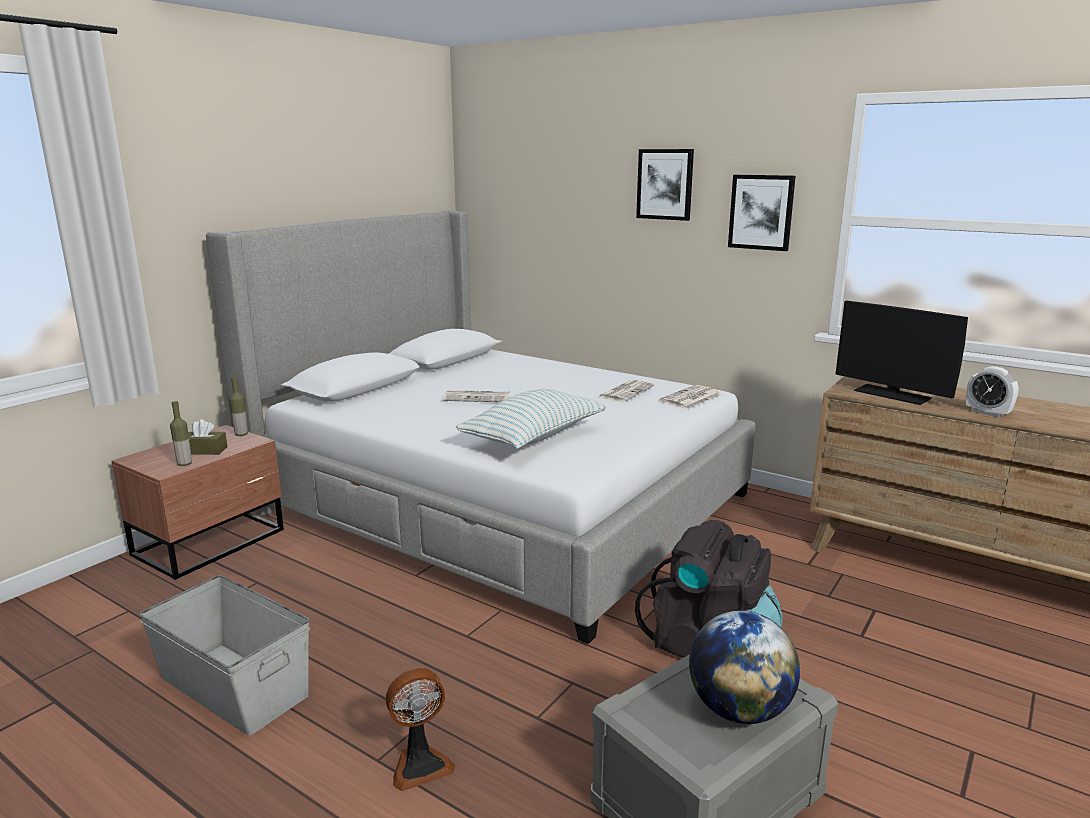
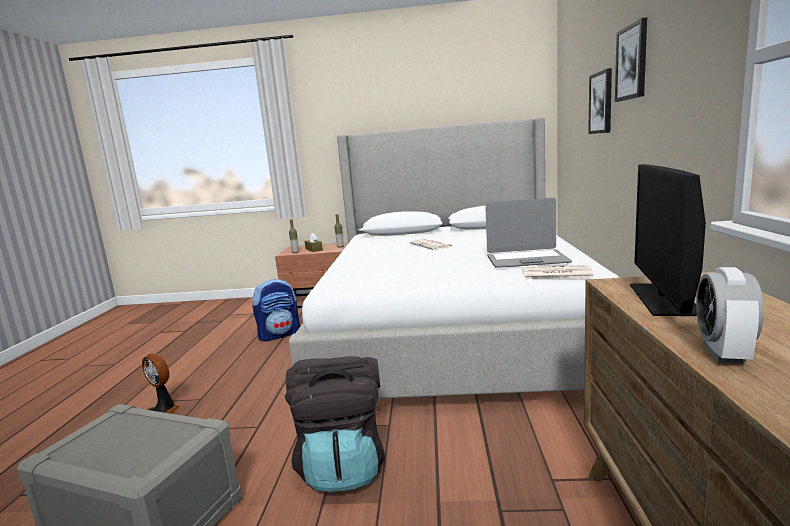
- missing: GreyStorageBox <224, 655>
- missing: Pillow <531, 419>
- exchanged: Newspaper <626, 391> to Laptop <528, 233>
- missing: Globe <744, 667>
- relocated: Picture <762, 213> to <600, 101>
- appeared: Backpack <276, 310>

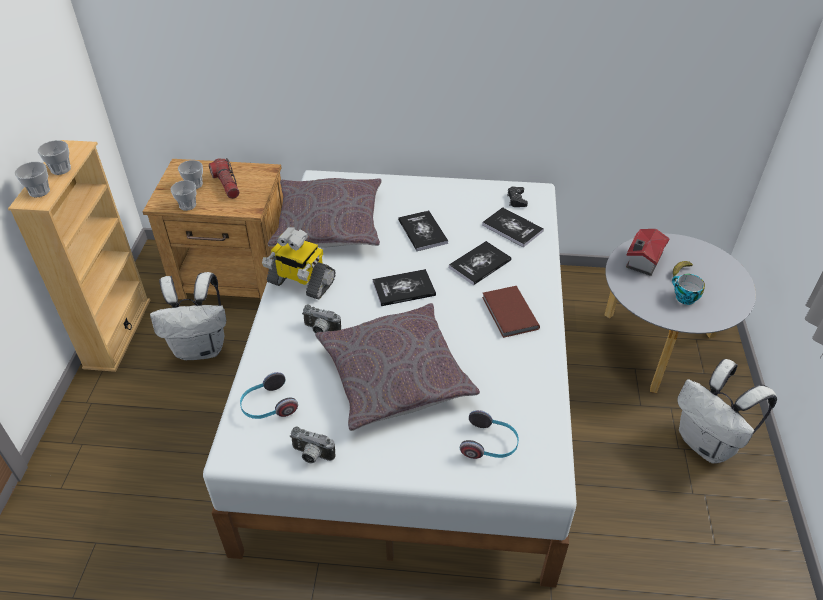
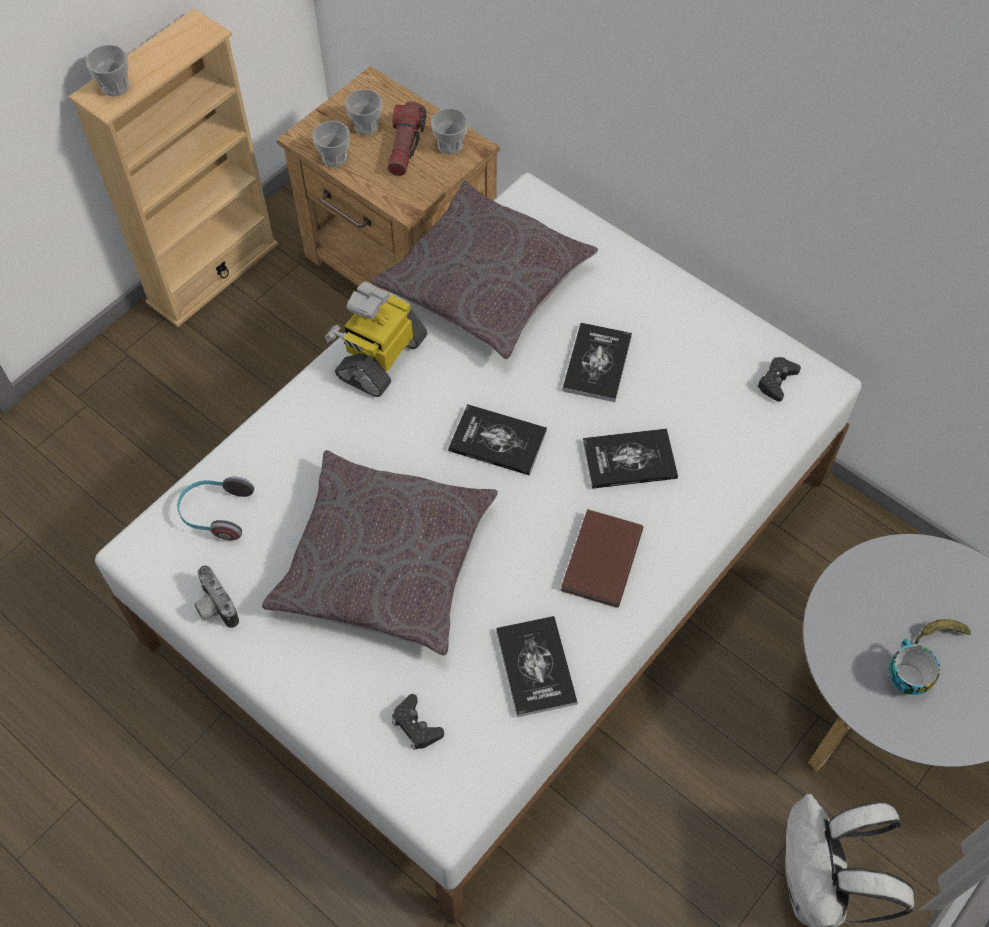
- relocated: Cup <54, 157> to <449, 131>
- missing: WhiteBackpack <188, 316>
- spun: ToyRobot <299, 263> = <376, 339> 60 degrees clockwise
- missing: PhotoCamera <321, 319>
- exchanged: Headphones <489, 434> to BlackGameController <418, 722>
- relocated: Book <513, 227> to <537, 666>
- missing: ToyHouse <648, 252>

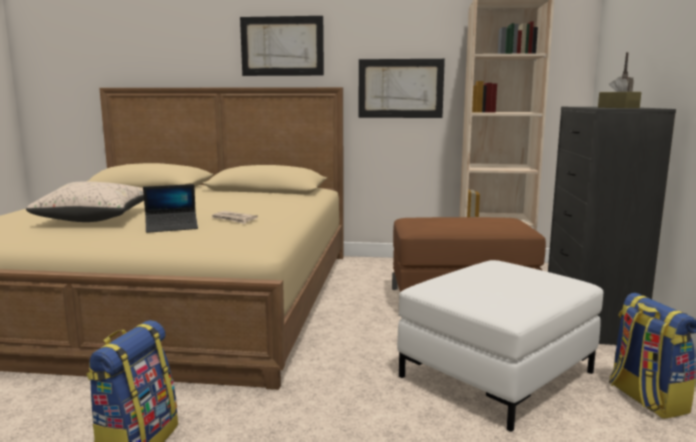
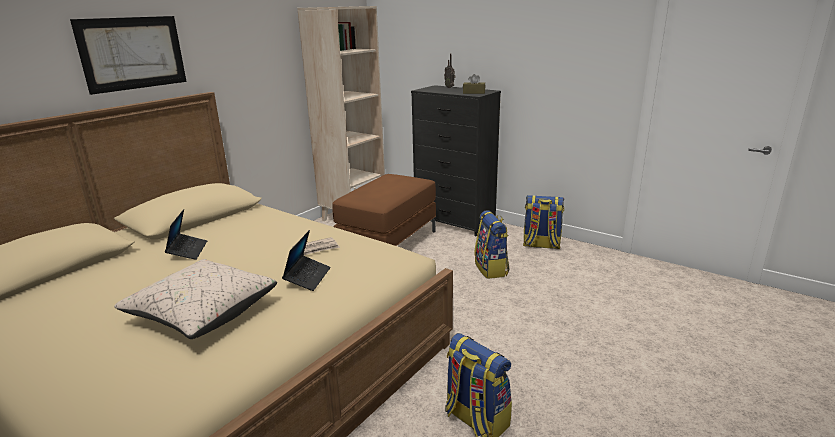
- missing: Picture <401, 88>
- exchanged: WhiteOttoman <500, 346> to Backpack <491, 244>
- appeared: Laptop <186, 234>

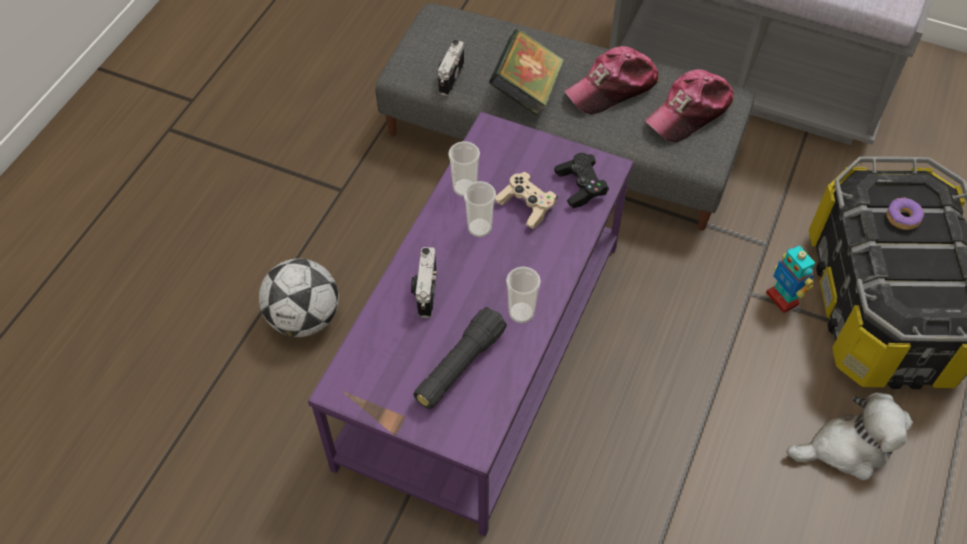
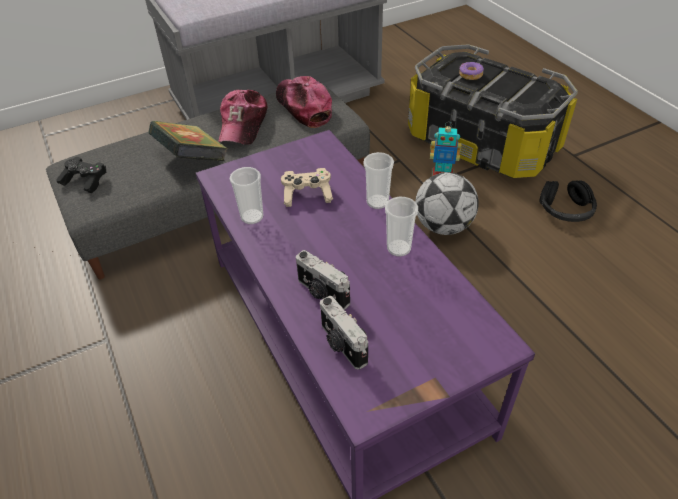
- relocated: Football <299, 298> to <447, 203>
- missing: BlackFlashlight <460, 358>
- relocated: PhotoCamera <451, 68> to <344, 333>
- relocated: Cup <480, 209> to <378, 180>
- relocated: BlackGameController <581, 180> to <81, 175>
- spun: Cap <689, 105> = <304, 102> 150 degrees clockwise
- exchanged: PlushToy <849, 436> to BlackHeadphones <568, 201>

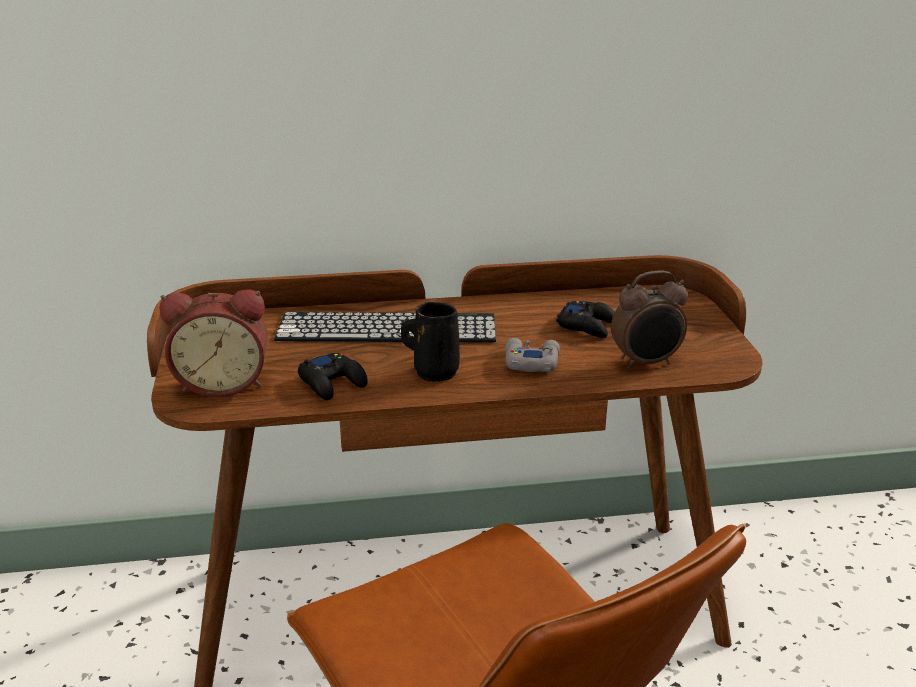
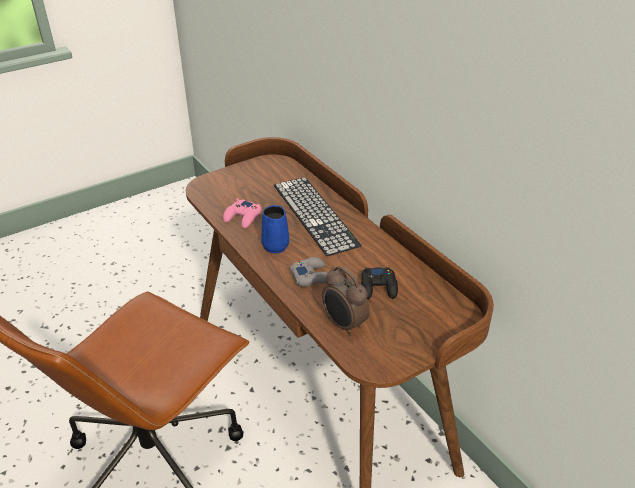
- missing: AlarmClock <213, 343>
- colour: BlackGameController <333, 376> to PinkGameController <242, 213>
- colour: BlackMug <430, 342> to BlueMug <275, 229>

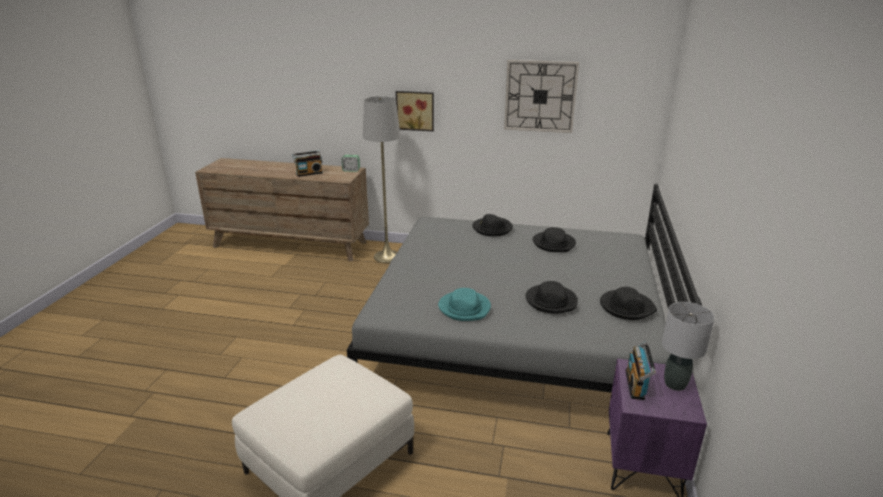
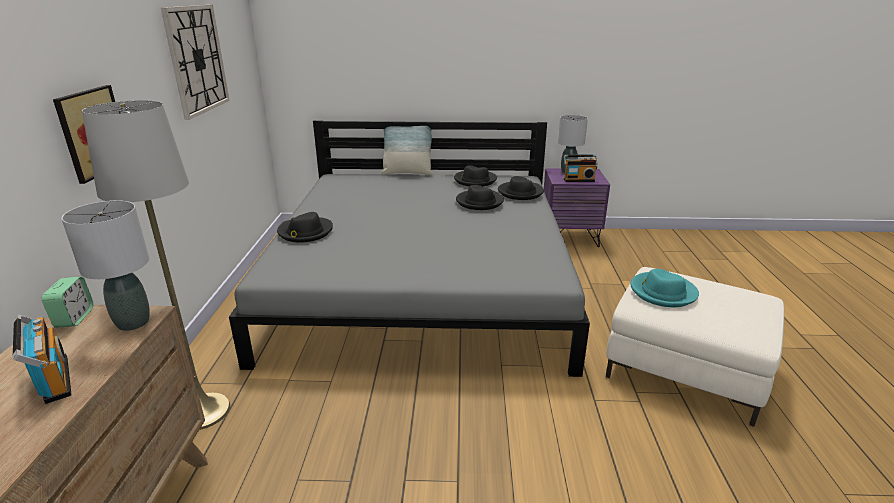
- relocated: TurquoiseHat <464, 304> to <664, 288>
- relocated: BlackHat <554, 239> to <521, 188>
- appeared: GreyTableLamp <106, 265>
- appeared: Pillow <407, 150>

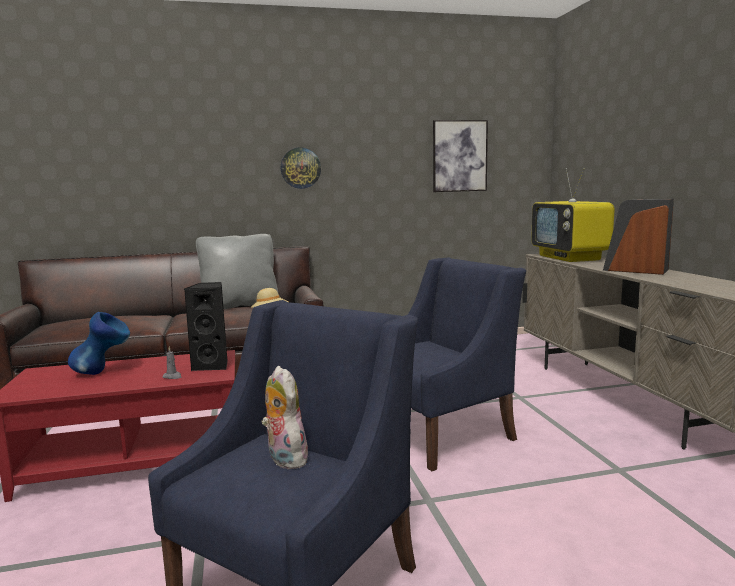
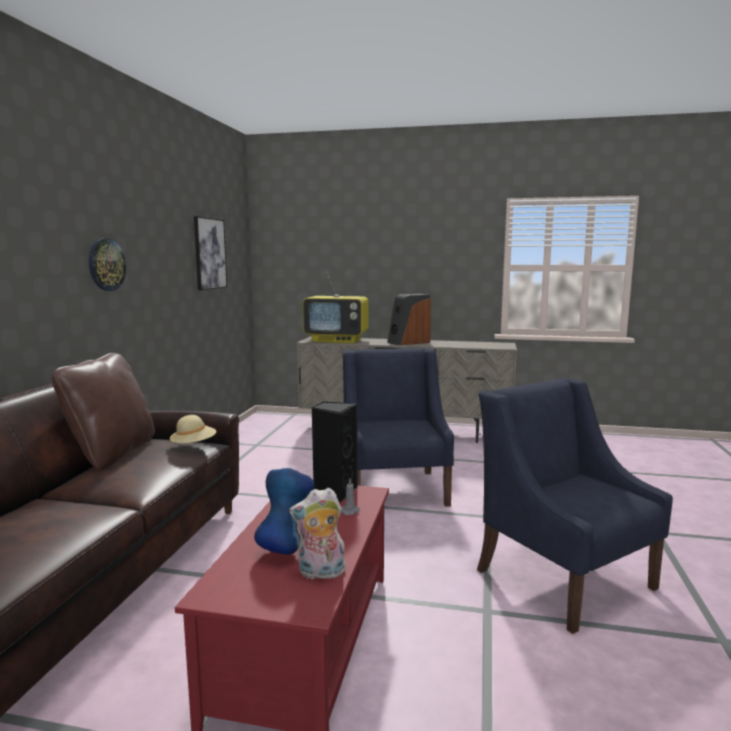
- colour: GreyPillow <237, 271> to BrownPillow <103, 412>
- relocated: PlushToy <285, 417> to <317, 533>

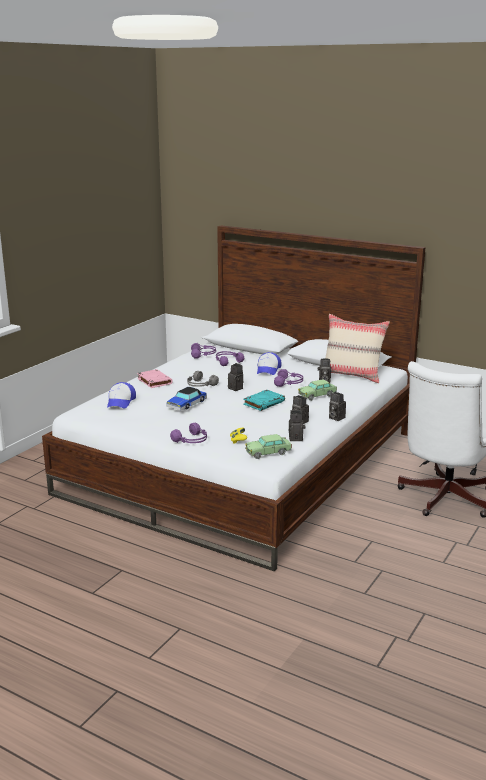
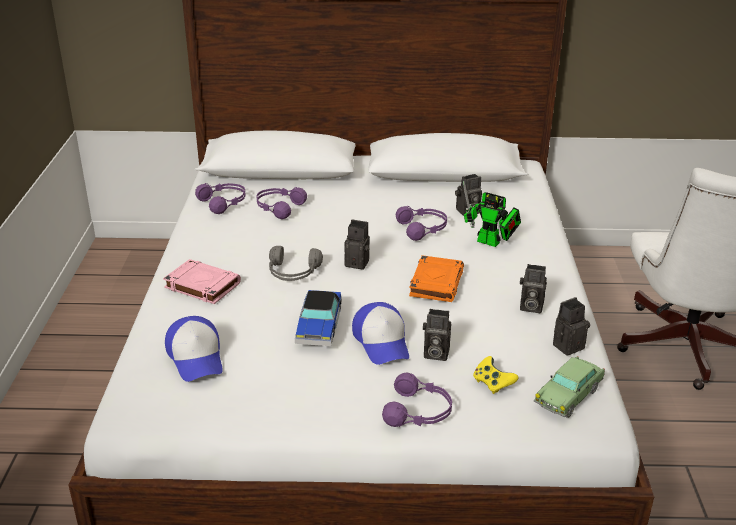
- colour: TurquoiseBook <264, 400> to OrangeBook <436, 278>
- relocated: Cap <269, 363> to <380, 333>
- exchanged: ToyCar <317, 390> to ToyRobot <492, 214>
- missing: BeigePillow <358, 348>
- relocated: PhotoCamera <337, 406> to <437, 335>

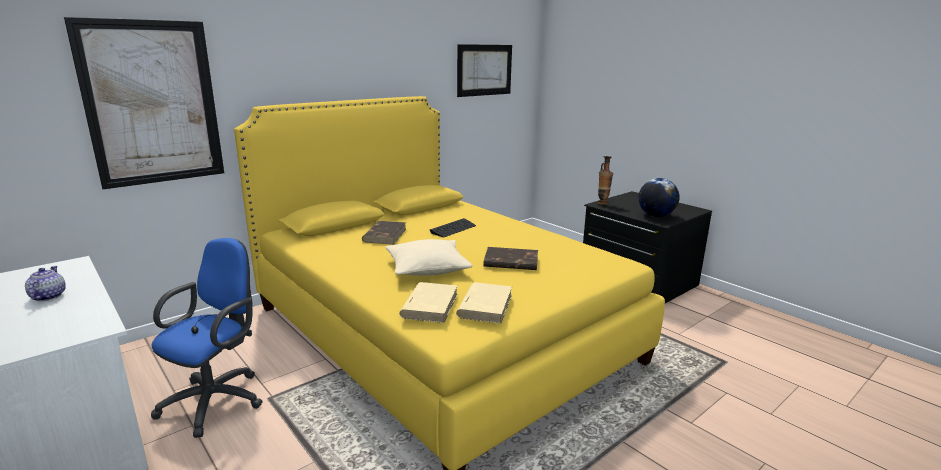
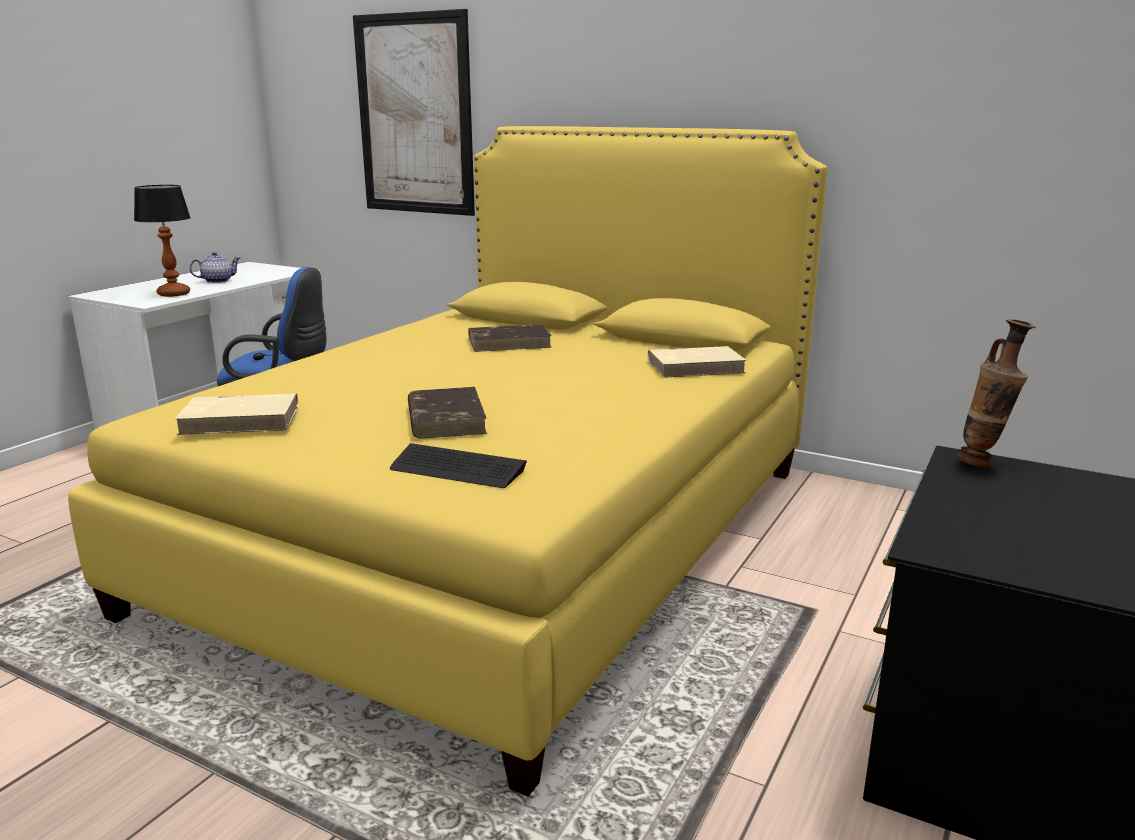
- missing: BeigePillow <428, 257>
- relocated: BeigeBook <428, 302> to <697, 362>
- relocated: Keyboard <453, 227> to <458, 465>
- missing: Picture <484, 70>
- missing: Globe <659, 197>
- appeared: TableLamp <162, 241>

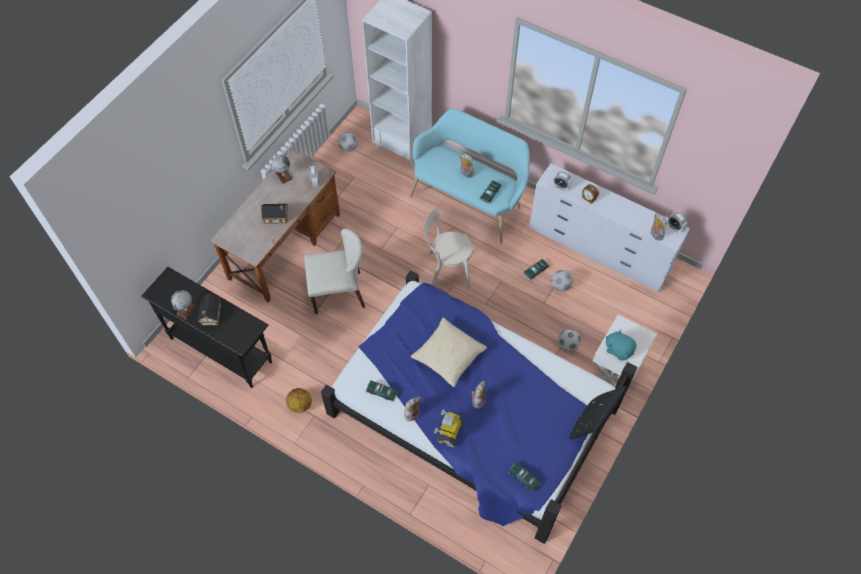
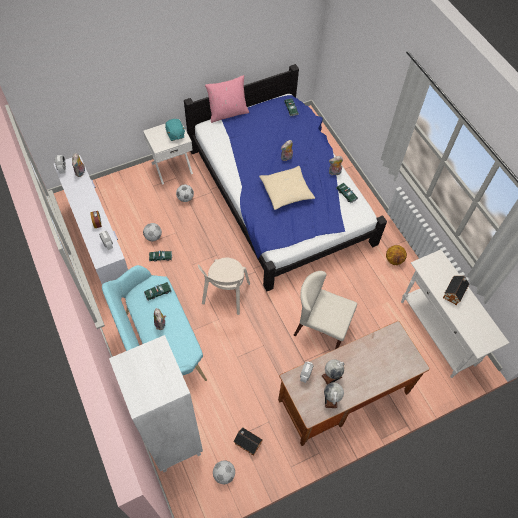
- colour: BlackConsoleTable <206, 327> to WhiteConsoleTable <455, 314>
- relocated: Globe <184, 305> to <333, 372>
- relocated: ToyHouse <274, 214> to <248, 441>
- spun: BeigeChair <448, 248> = <224, 286> 75 degrees clockwise
- missing: ToyRobot <449, 429>
- colour: BlackPillow <597, 413> to PinkPillow <227, 99>

